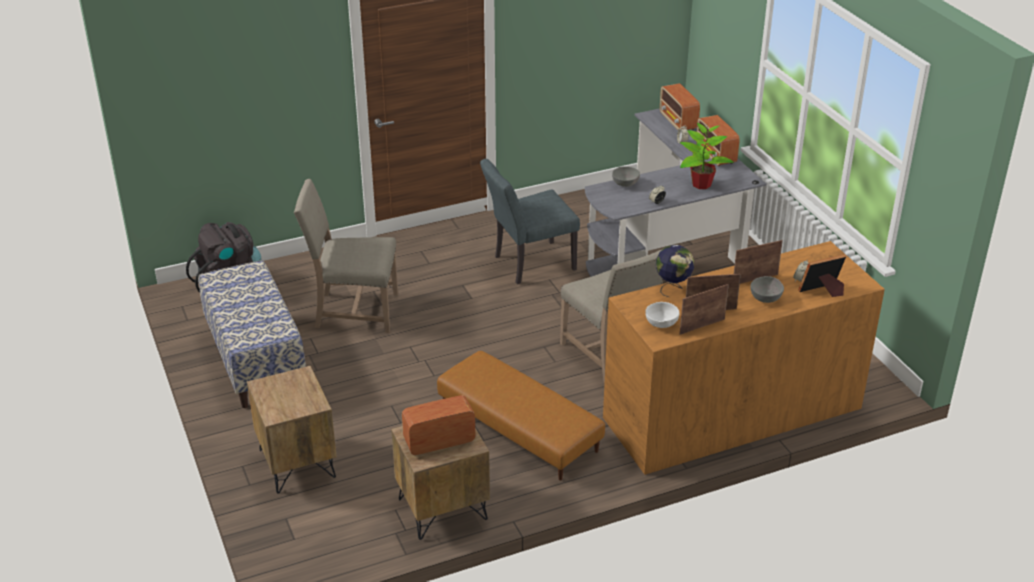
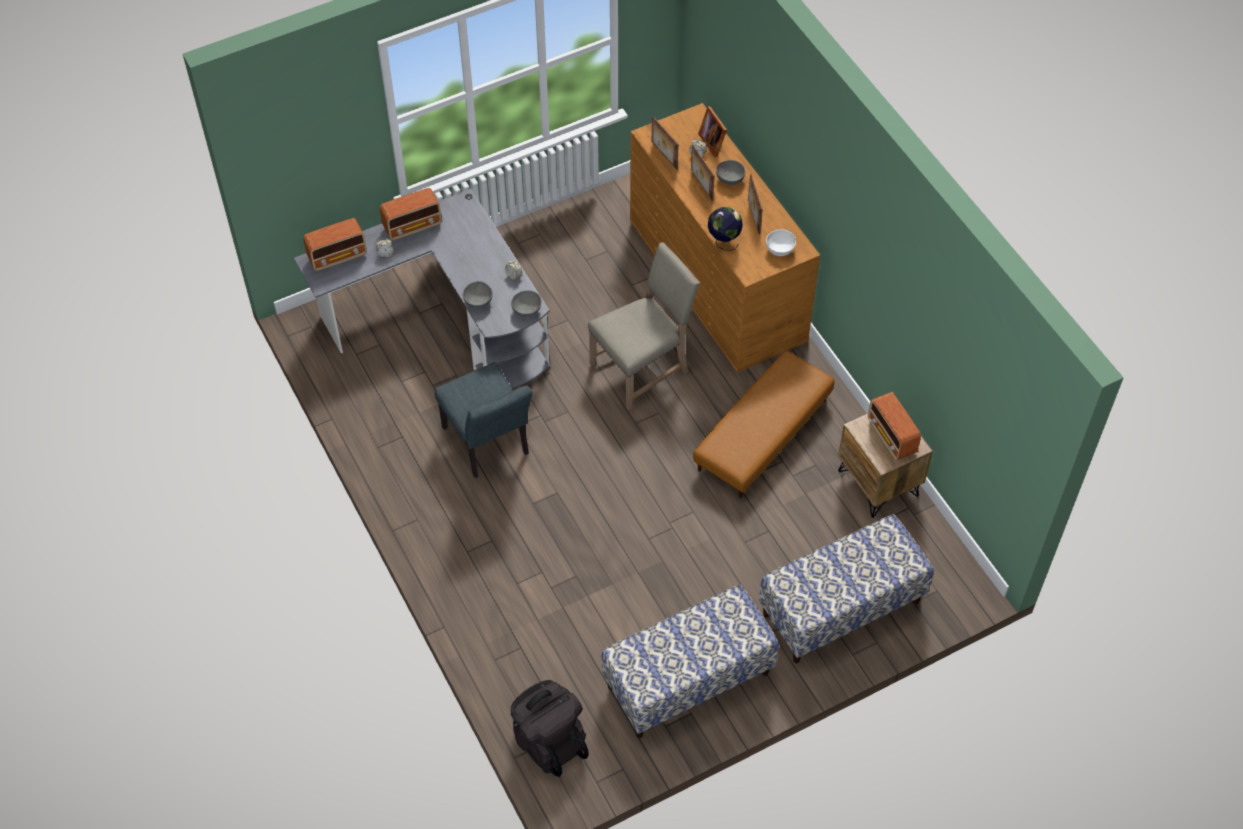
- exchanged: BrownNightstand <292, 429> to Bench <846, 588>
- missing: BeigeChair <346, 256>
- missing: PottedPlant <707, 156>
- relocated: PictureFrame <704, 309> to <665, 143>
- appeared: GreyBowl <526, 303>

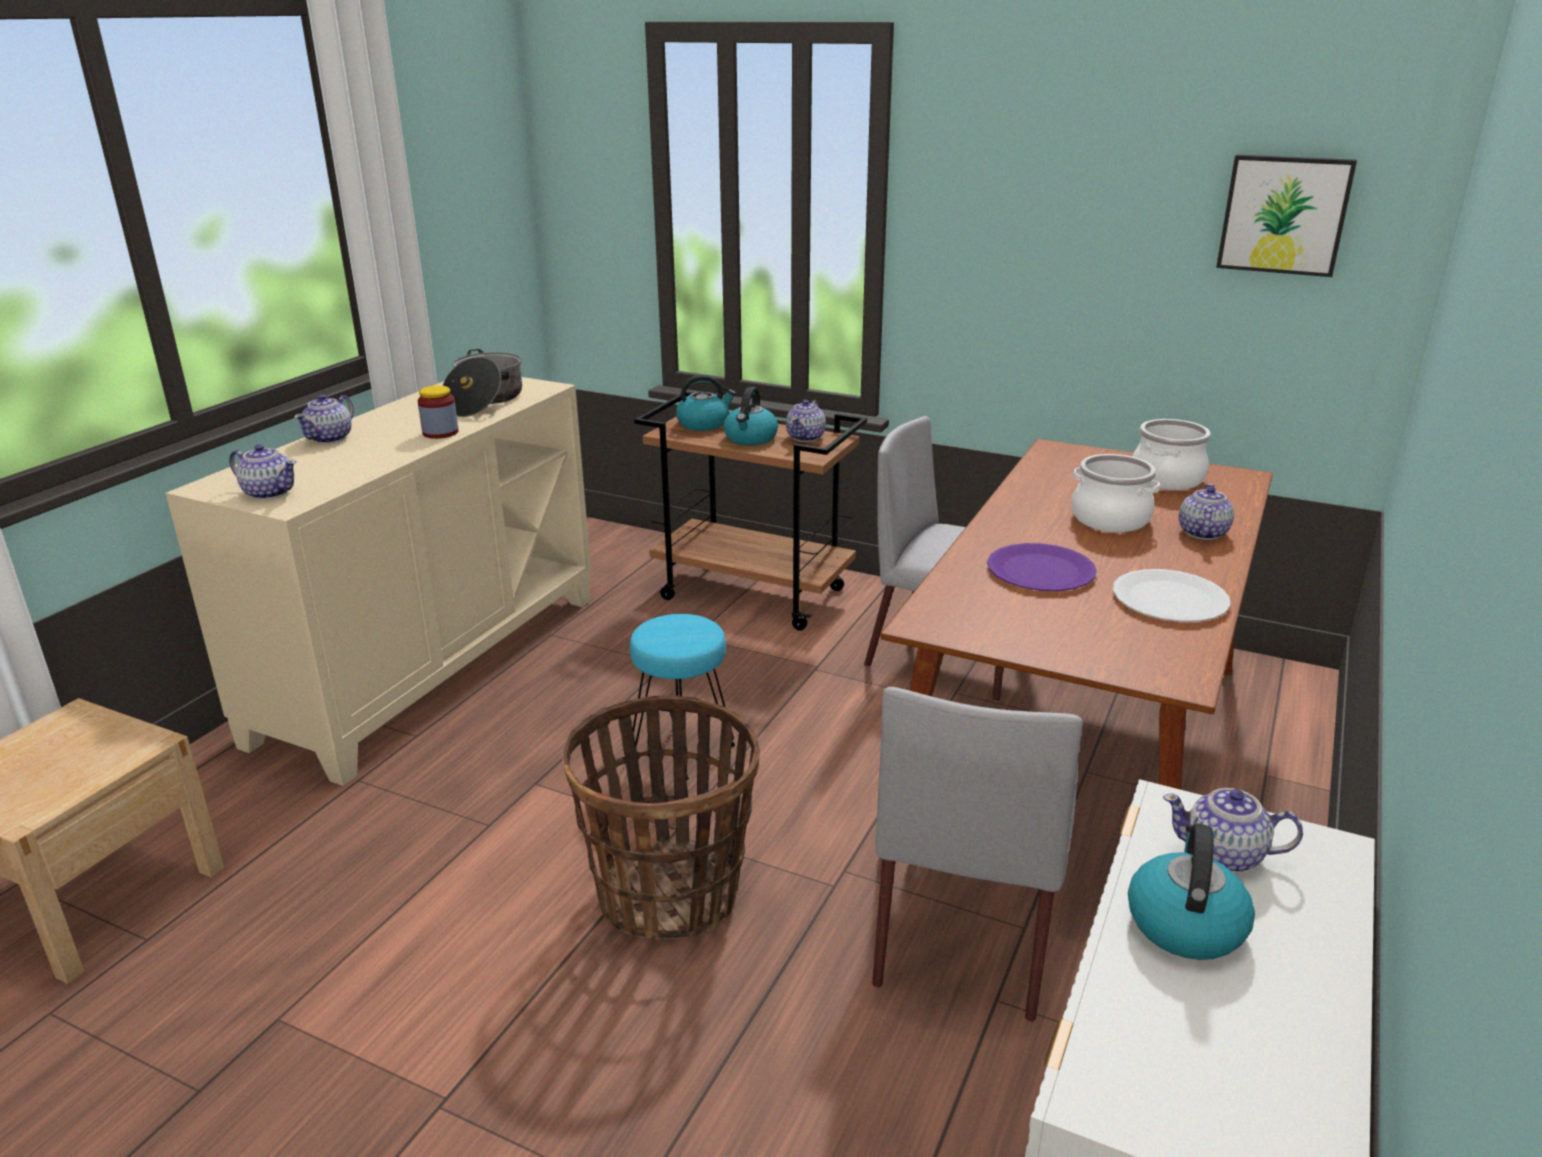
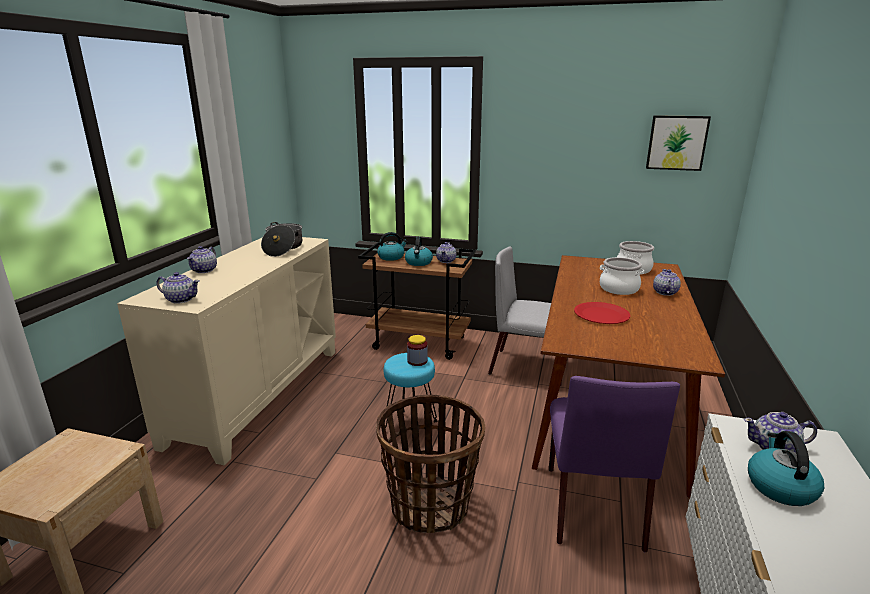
- relocated: Jar <438, 412> to <417, 350>
- colour: GreyChair <977, 854> to PurpleChair <614, 464>
- colour: PurplePlate <1042, 567> to RedPlate <602, 313>
- missing: WhitePlate <1171, 595>

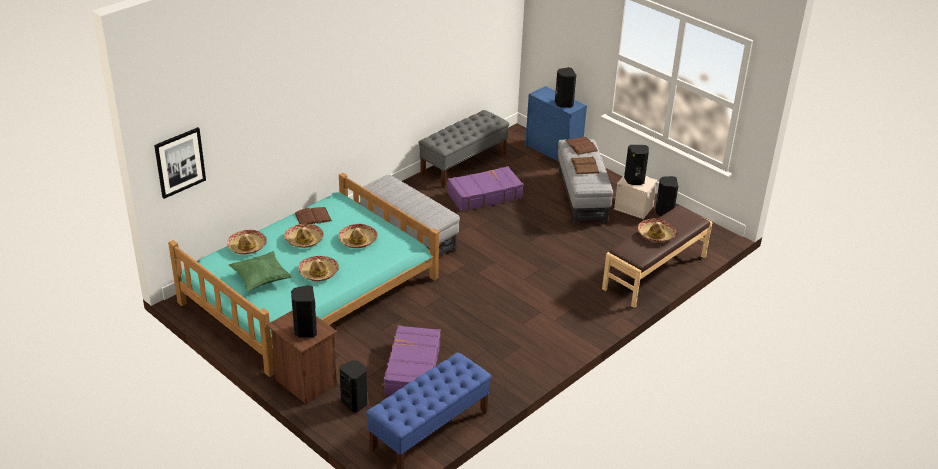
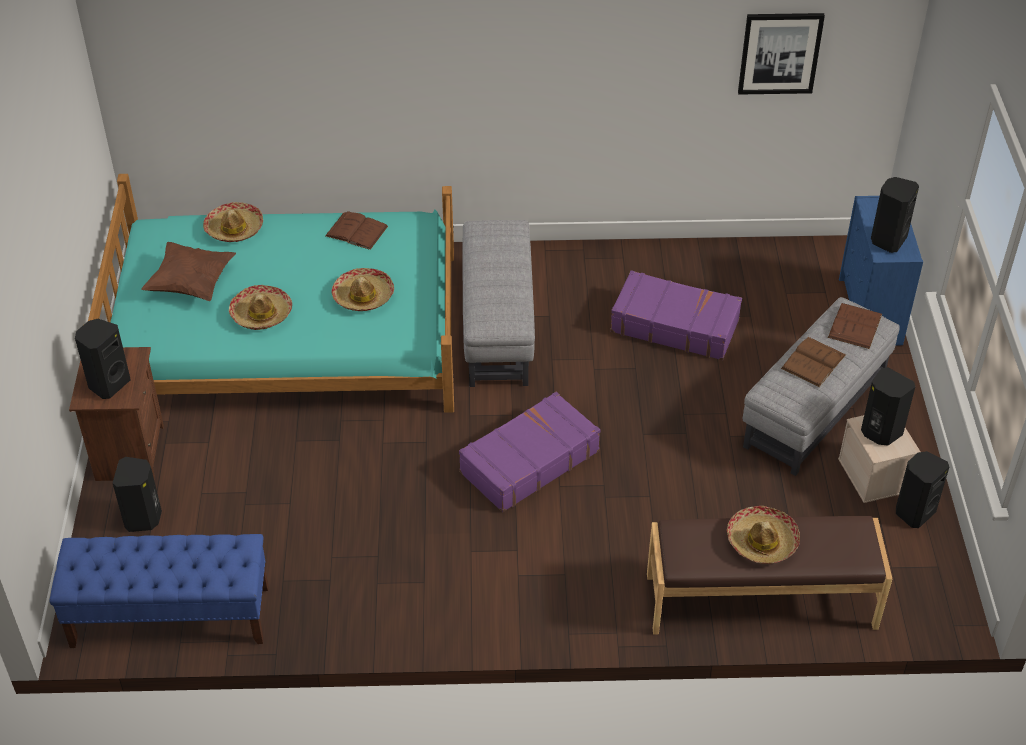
- relocated: Picture <180, 163> to <781, 54>
- colour: GreenPillow <261, 271> to BrownPillow <188, 271>
- missing: Hat <304, 236>
- relocated: PurpleSuitcase <411, 360> to <529, 452>
- missing: GreyBench <464, 149>

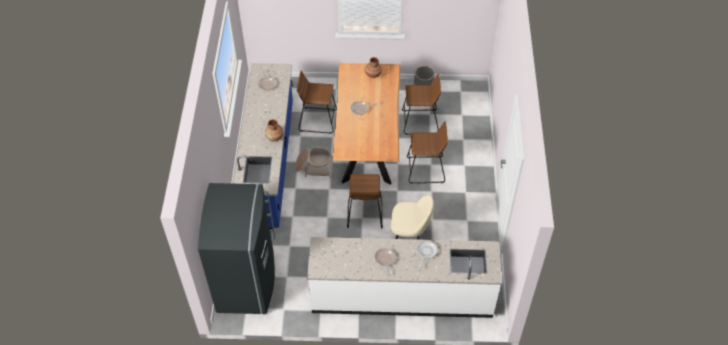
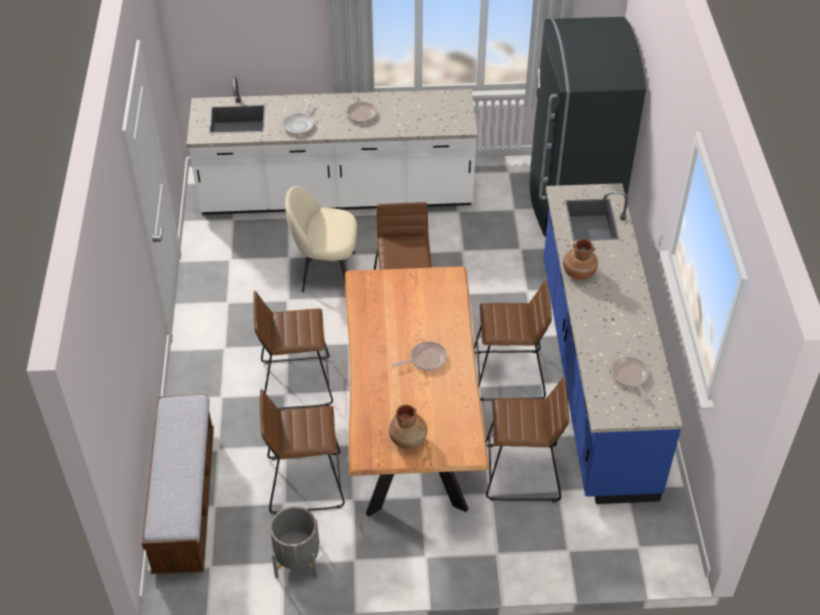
- exchanged: Basket <314, 162> to BrownStool <513, 340>
- appeared: Bench <178, 484>

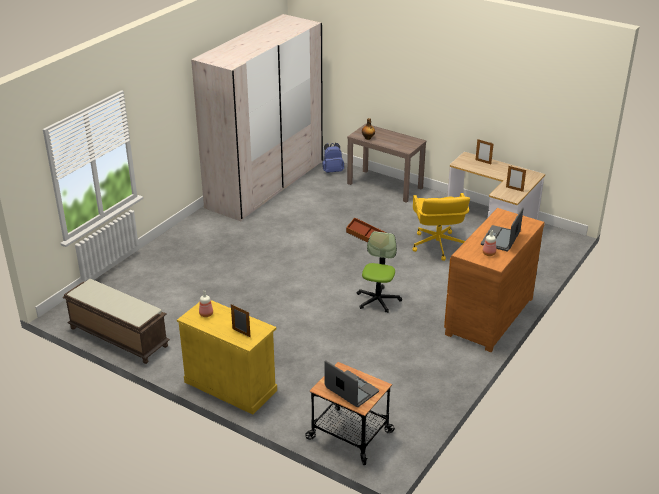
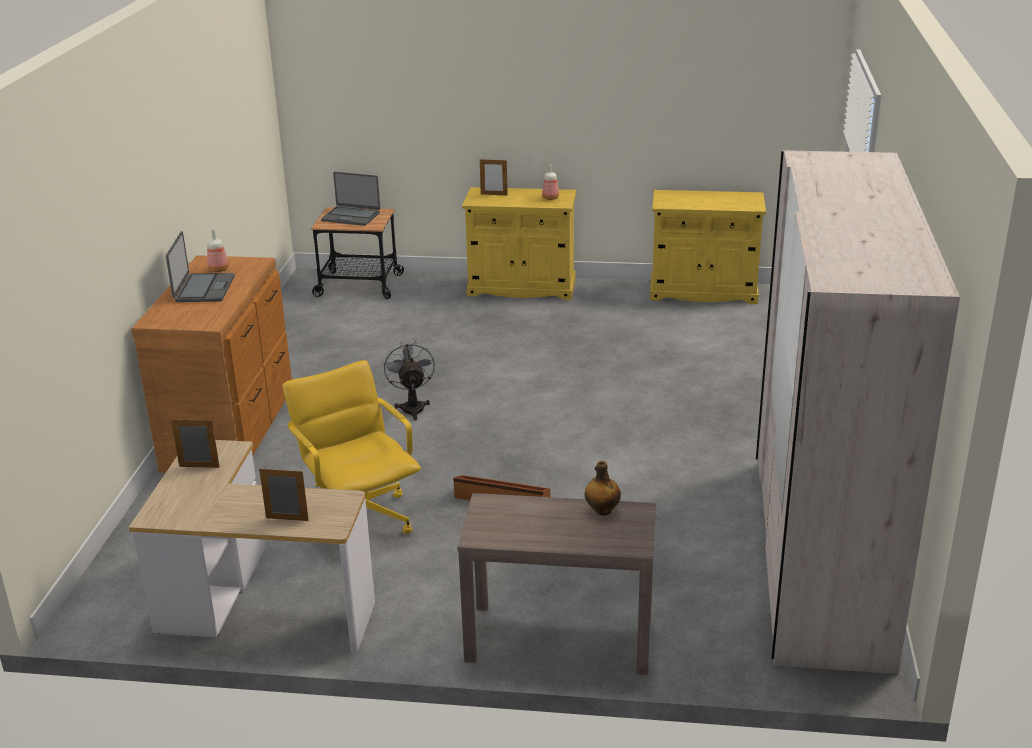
- exchanged: BrownBench <116, 321> to YellowCabinet <708, 247>
- missing: BlueBackpack <333, 158>
- exchanged: OfficeChair <379, 272> to GreyFan <409, 380>

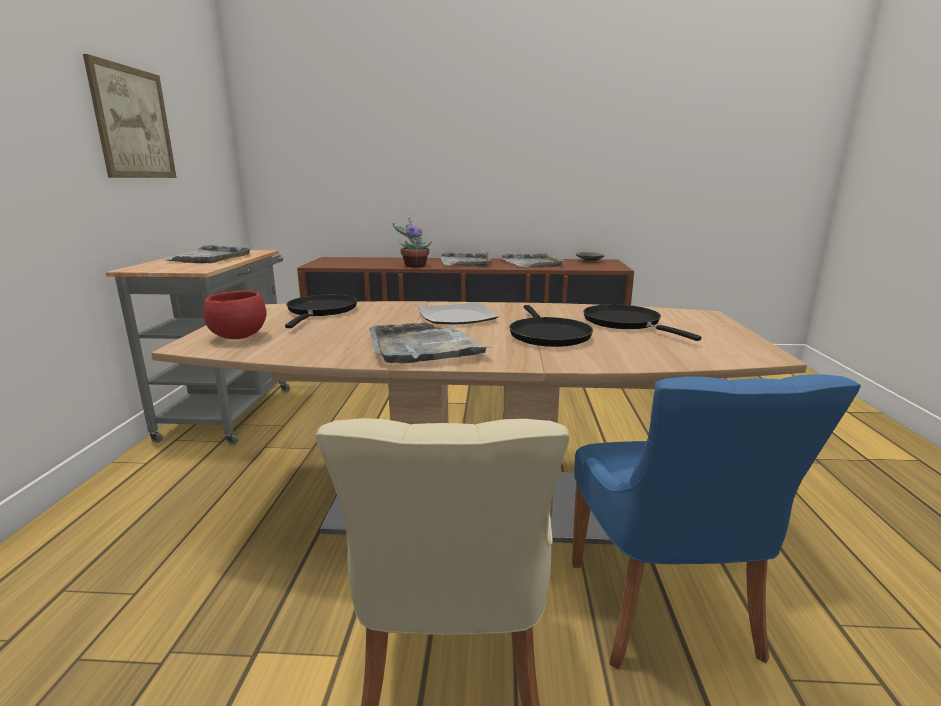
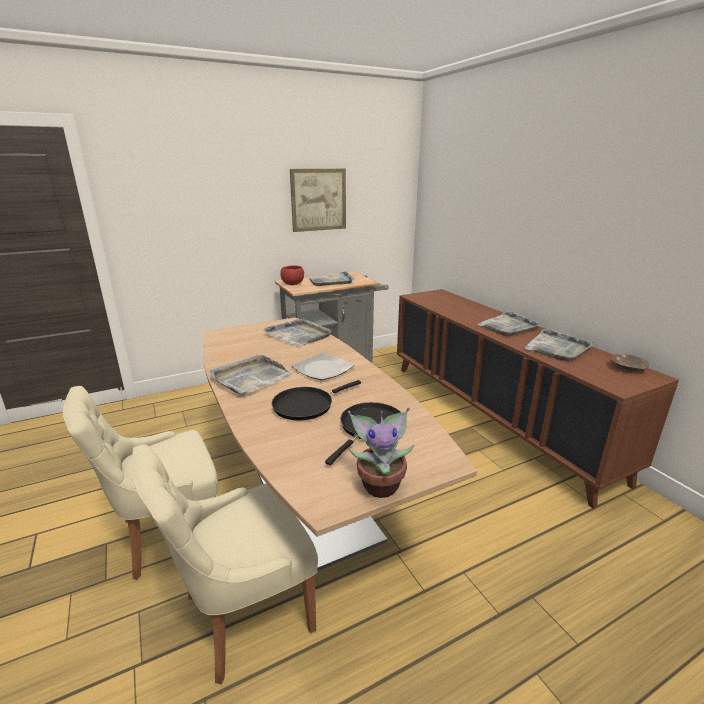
- relocated: RedBowl <234, 315> to <292, 275>
- exchanged: BlackFryingPan <321, 311> to GreyTray <297, 332>
- relocated: PottedPlant <412, 243> to <381, 452>
- colour: BlueChair <716, 522> to BeigeChair <225, 564>

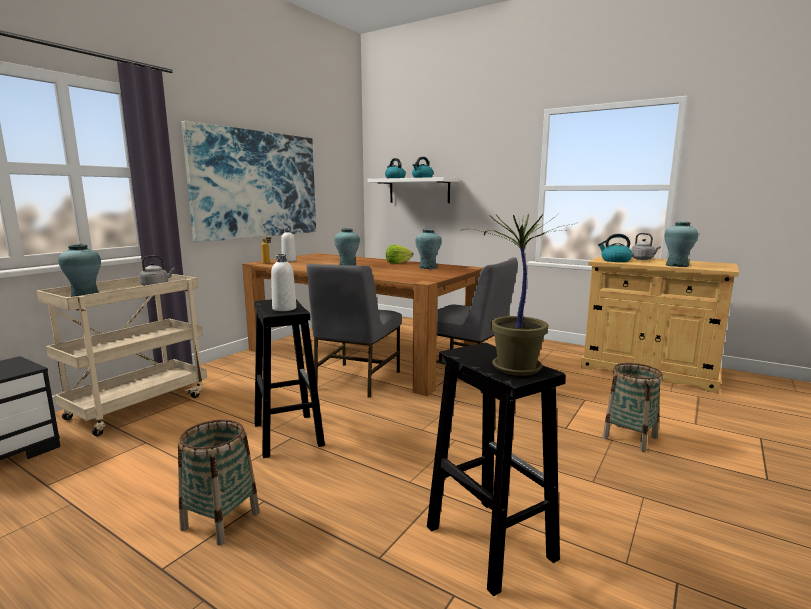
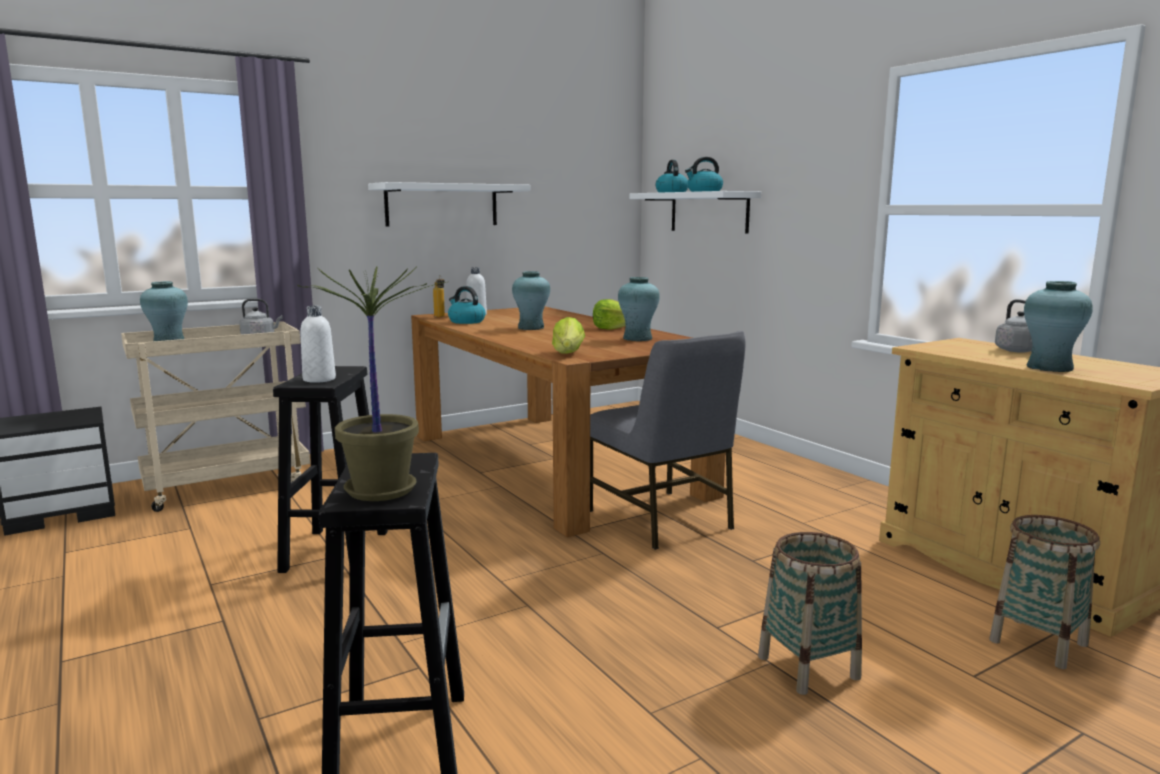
- relocated: Basket <219, 482> to <1044, 592>
- exchanged: Picture <248, 181> to WhiteShelf <449, 204>
- missing: GreyChair <354, 331>
- relocated: Kettle <615, 248> to <466, 305>
- appeared: Lettuce <568, 335>

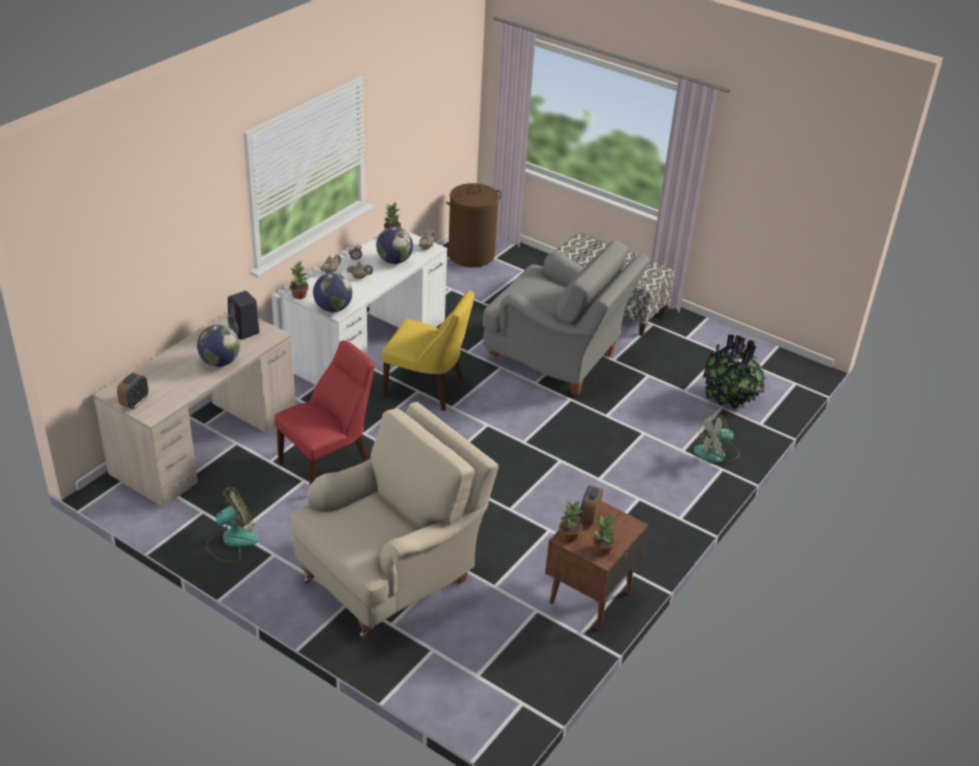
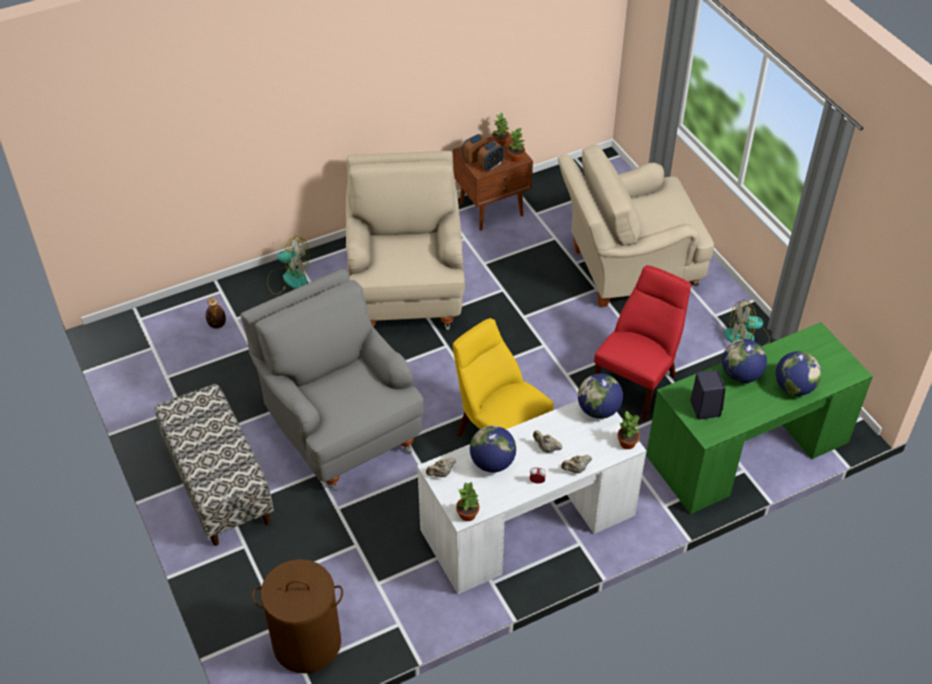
- colour: BeigeDesk <194, 409> to GreenDesk <759, 418>
- relocated: AlarmClock <132, 391> to <475, 149>
- spun: RedChair <324, 412> = <642, 343> 135 degrees clockwise
- exchanged: PottedPlant <734, 371> to Bottle <216, 313>
- appeared: BeigeArmchair <405, 241>
- appeared: Globe <799, 373>

